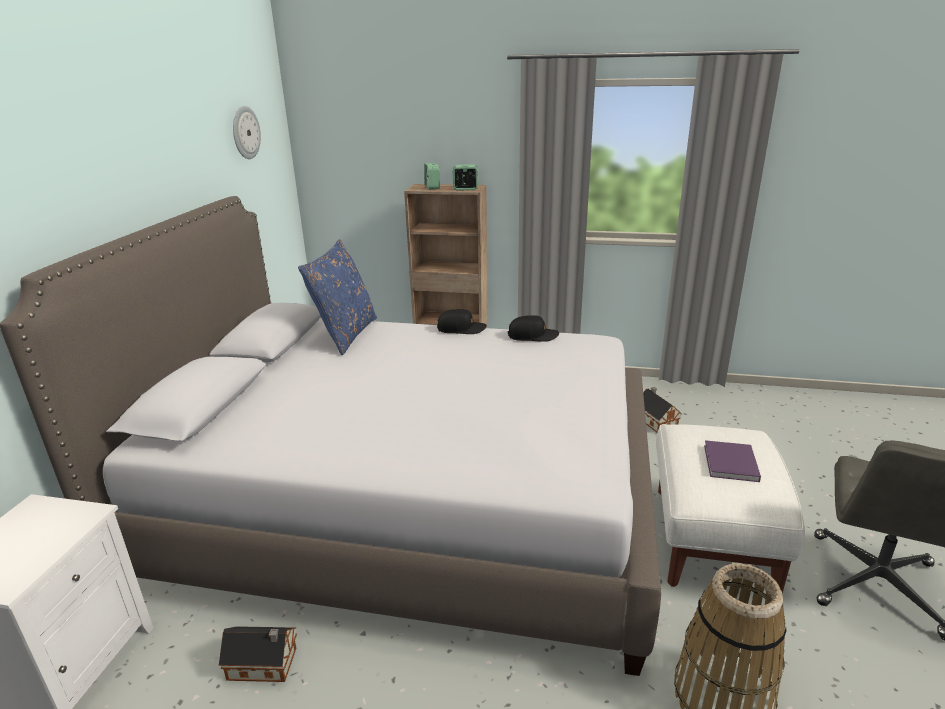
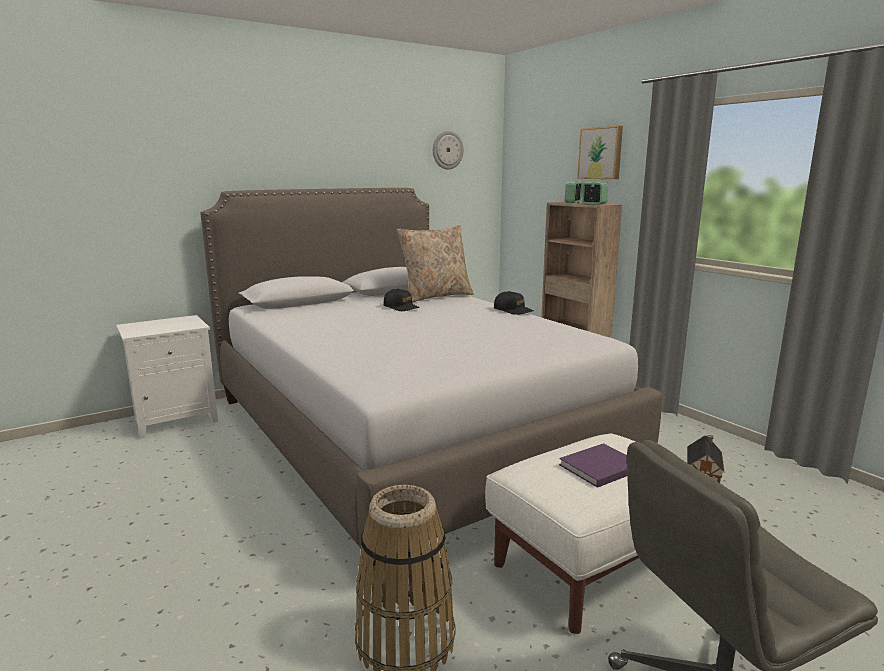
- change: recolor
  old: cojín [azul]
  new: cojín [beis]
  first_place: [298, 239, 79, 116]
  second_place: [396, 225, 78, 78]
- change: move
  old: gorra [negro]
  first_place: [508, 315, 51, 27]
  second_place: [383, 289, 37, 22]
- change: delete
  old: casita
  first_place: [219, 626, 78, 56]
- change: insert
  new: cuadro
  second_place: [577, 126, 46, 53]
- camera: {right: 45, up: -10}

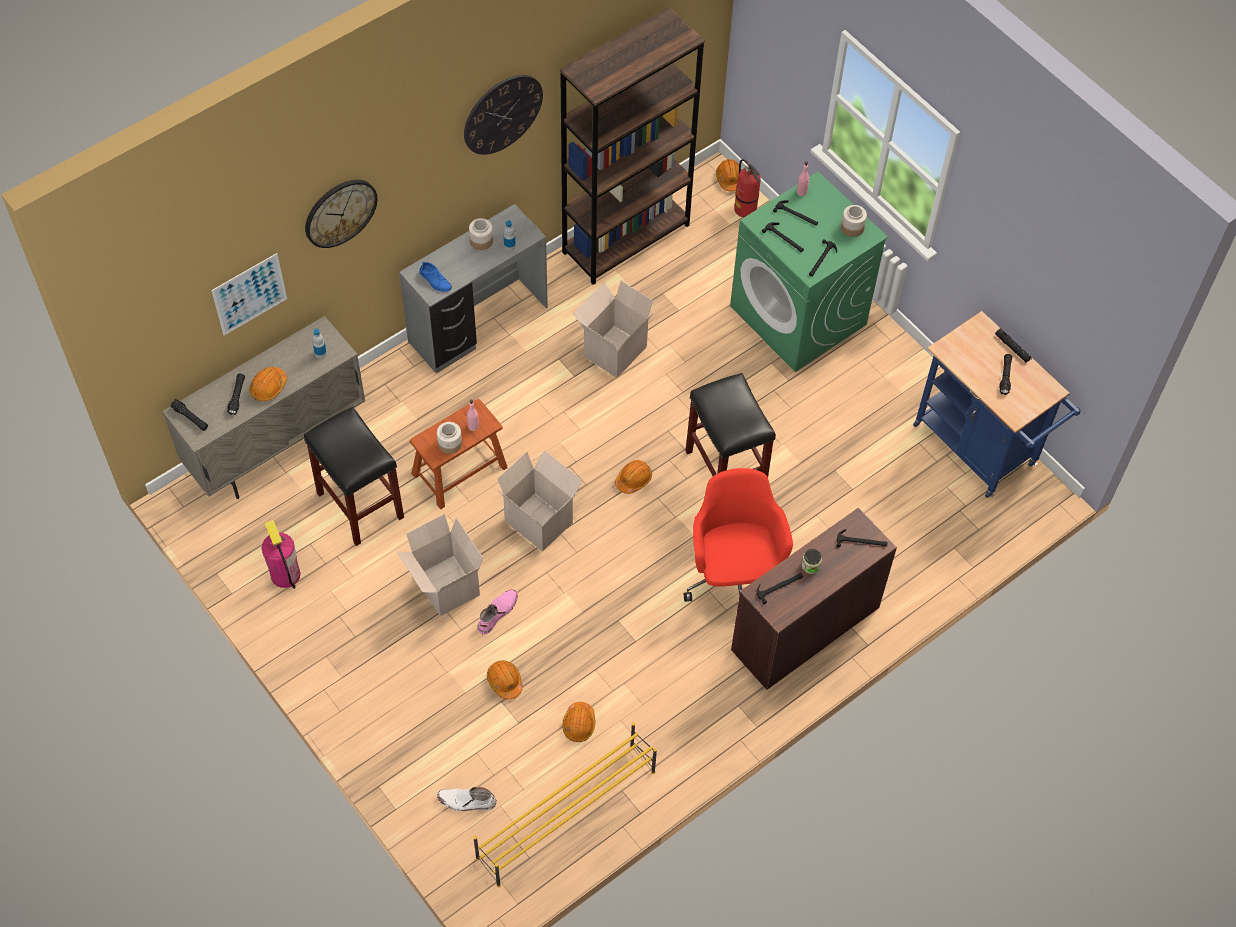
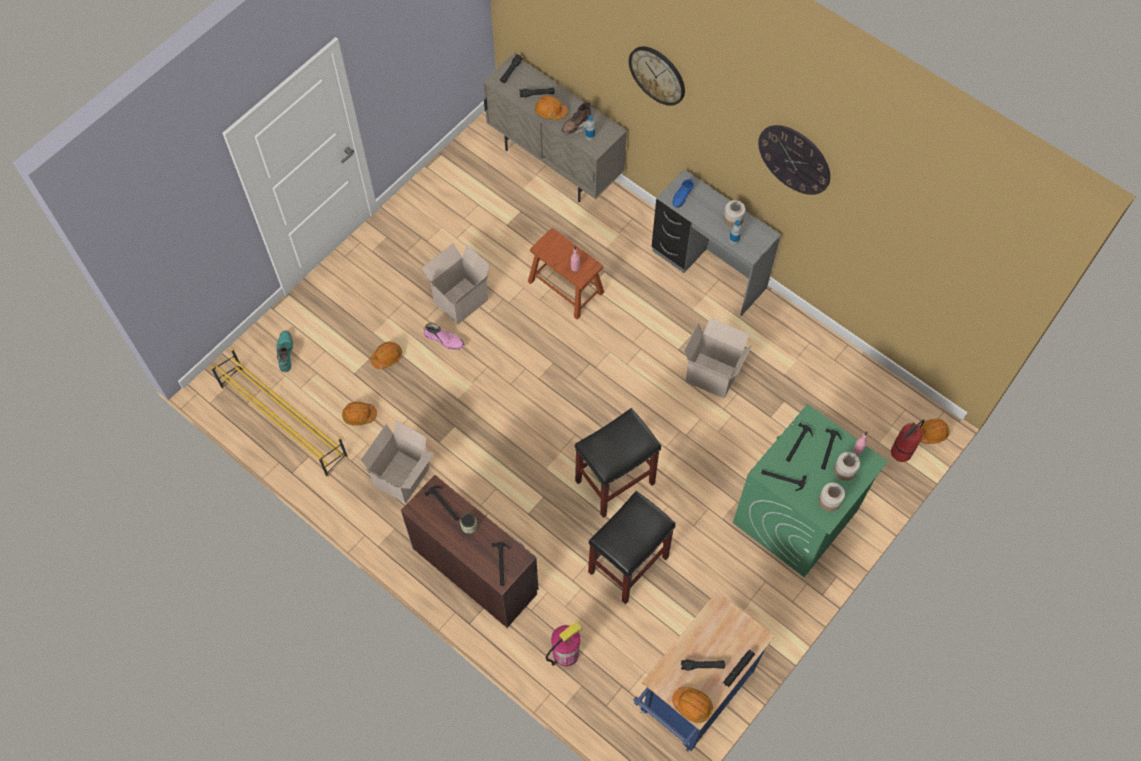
- change: delete
  old: estantería [marrón]
  first_place: [560, 7, 145, 278]
- change: delete
  old: cuadro
  first_place: [211, 253, 76, 82]
- change: move
  old: taburete [negro]
  first_place: [304, 407, 100, 139]
  second_place: [588, 491, 88, 113]
- change: move
  old: tarro
  first_place: [437, 422, 25, 32]
  second_place: [834, 452, 26, 29]
- change: move
  old: caja de cartón
  first_place: [497, 450, 86, 101]
  second_place: [361, 421, 74, 83]
- change: move
  old: casco [naranja]
  first_place: [615, 460, 37, 34]
  second_place: [672, 686, 41, 37]
- change: delete
  old: silla de oficina [rojo]
  first_place: [684, 468, 109, 134]
- change: move
  old: extintor
  first_place: [261, 520, 39, 69]
  second_place: [546, 621, 37, 45]
- change: recolor
  old: bota [blanco]
  new: bota [turquesa]
  first_place: [437, 787, 60, 25]
  second_place: [276, 331, 17, 41]
- change: insert
  new: bota [marrón]
  second_place: [562, 100, 29, 34]
- camera: {right: 80, up: 5}

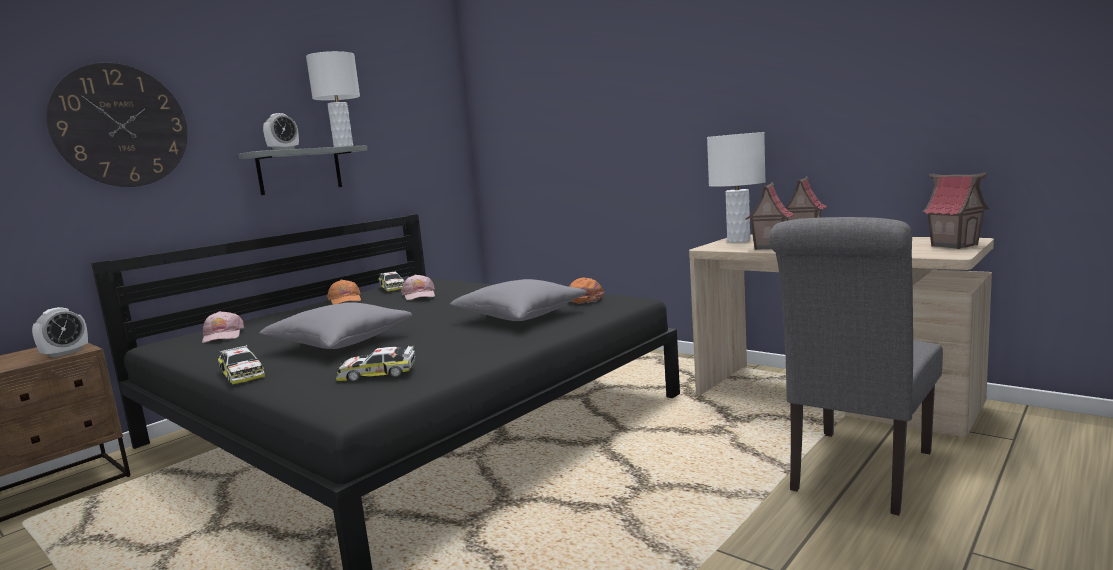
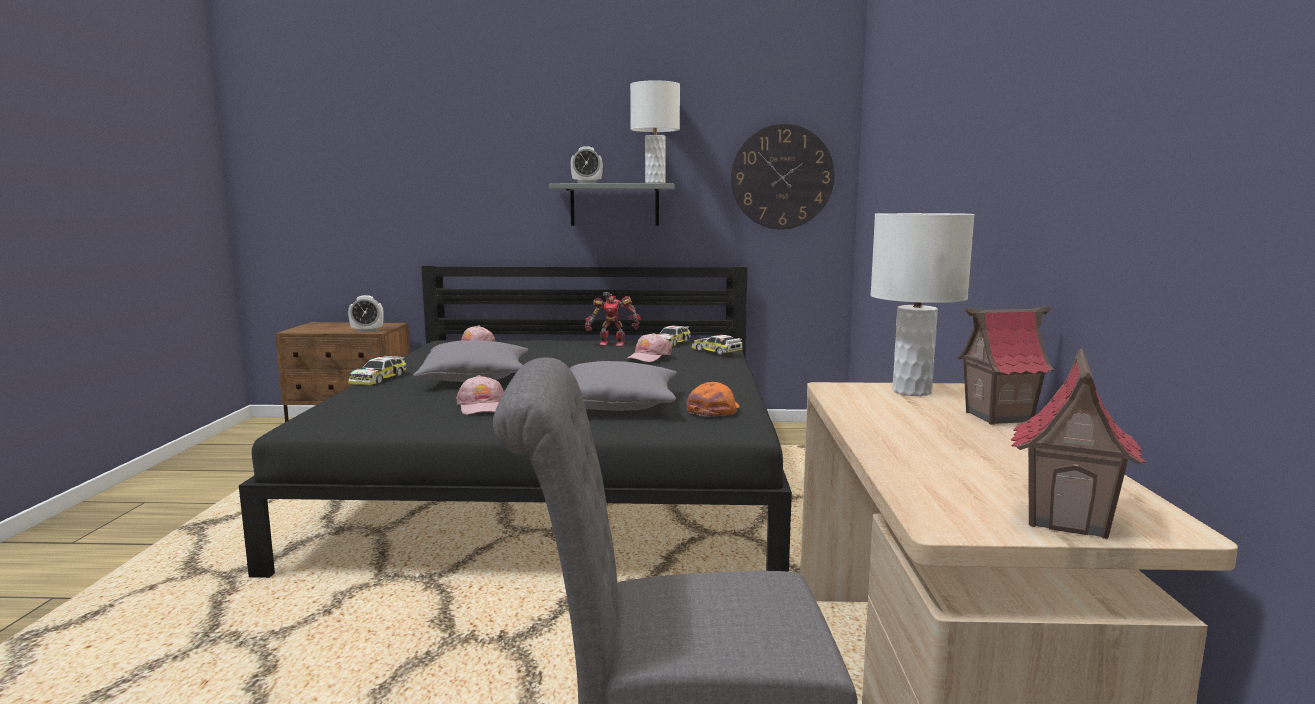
- change: move
  old: reloj de pared
  first_place: [46, 63, 142, 124]
  second_place: [731, 124, 104, 105]
- change: delete
  old: casita
  first_place: [745, 182, 49, 68]
- change: replace
  old: gorra [naranja]
  new: robot de juguete
  first_place: [327, 279, 34, 26]
  second_place: [585, 292, 56, 54]
- change: move
  old: coche de juguete
  first_place: [336, 345, 79, 36]
  second_place: [691, 335, 52, 20]
- change: insert
  new: gorra [rosa]
  second_place: [456, 375, 48, 40]
- camera: {right: 50, up: 0}

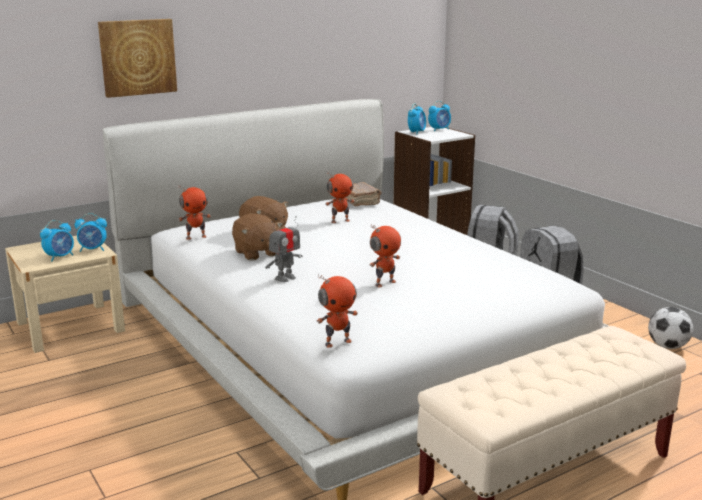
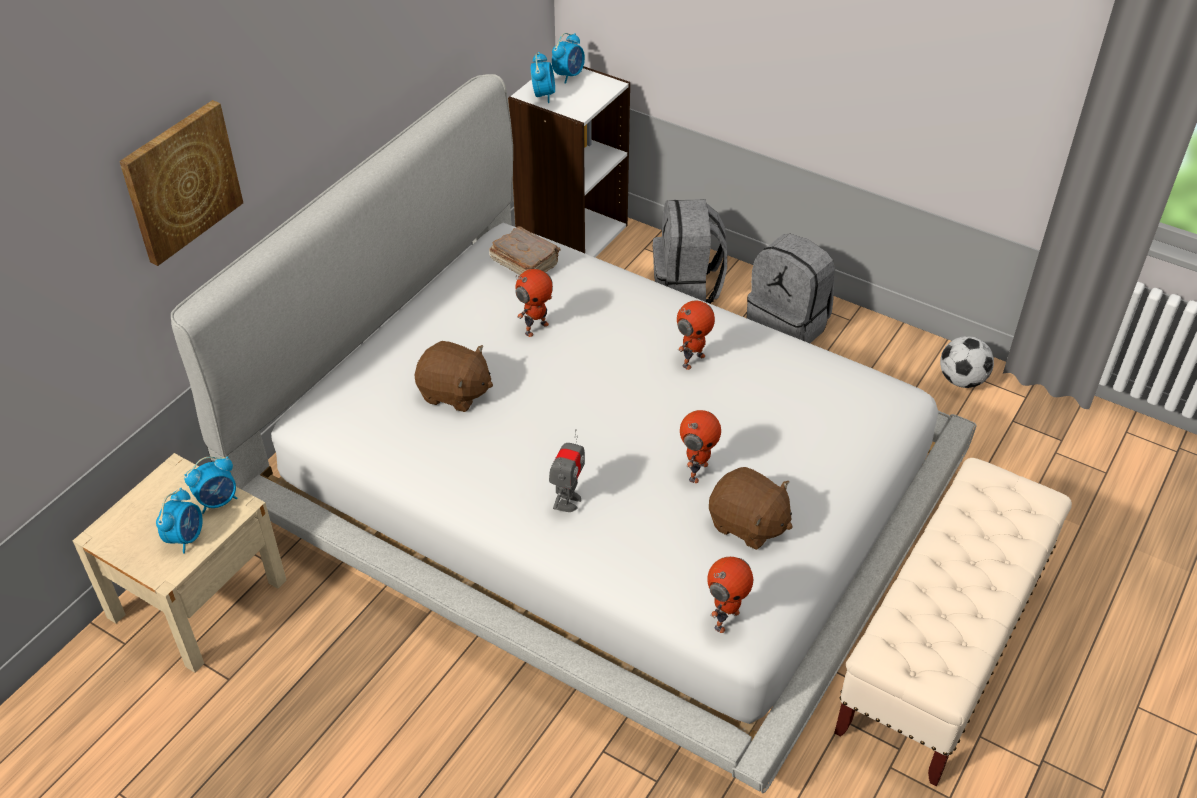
- change: move
  old: robot de juguete
  first_place: [178, 184, 33, 56]
  second_place: [677, 301, 38, 69]
- change: move
  old: peluche [marrón]
  first_place: [232, 213, 51, 48]
  second_place: [709, 467, 84, 83]
- camera: {right: -25, up: 25}

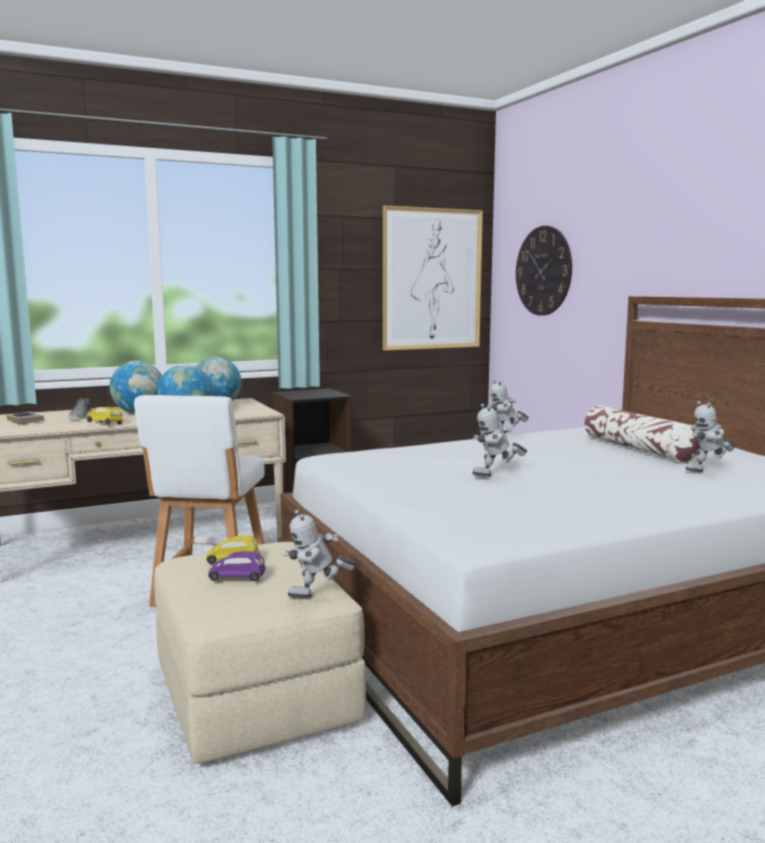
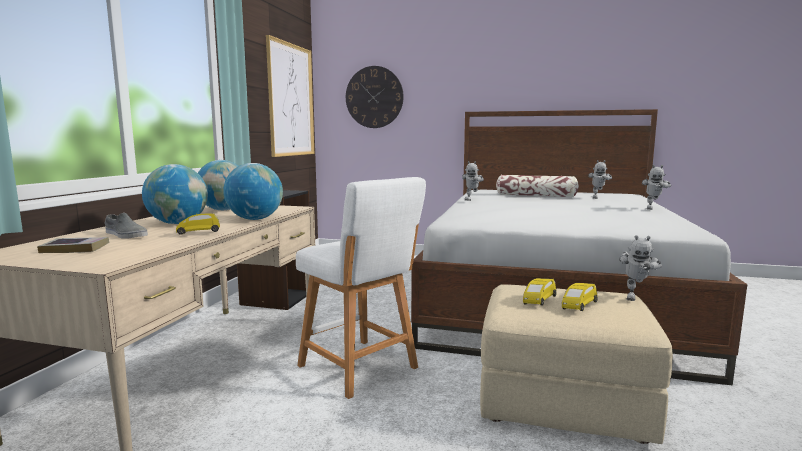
- change: move
  old: robot de juguete
  first_place: [472, 404, 55, 73]
  second_place: [642, 165, 29, 45]
- change: recolor
  old: coche de juguete [morado]
  new: coche de juguete [amarillo]
  first_place: [208, 551, 58, 30]
  second_place: [562, 283, 36, 28]
- camera: {right: -50, up: 0}

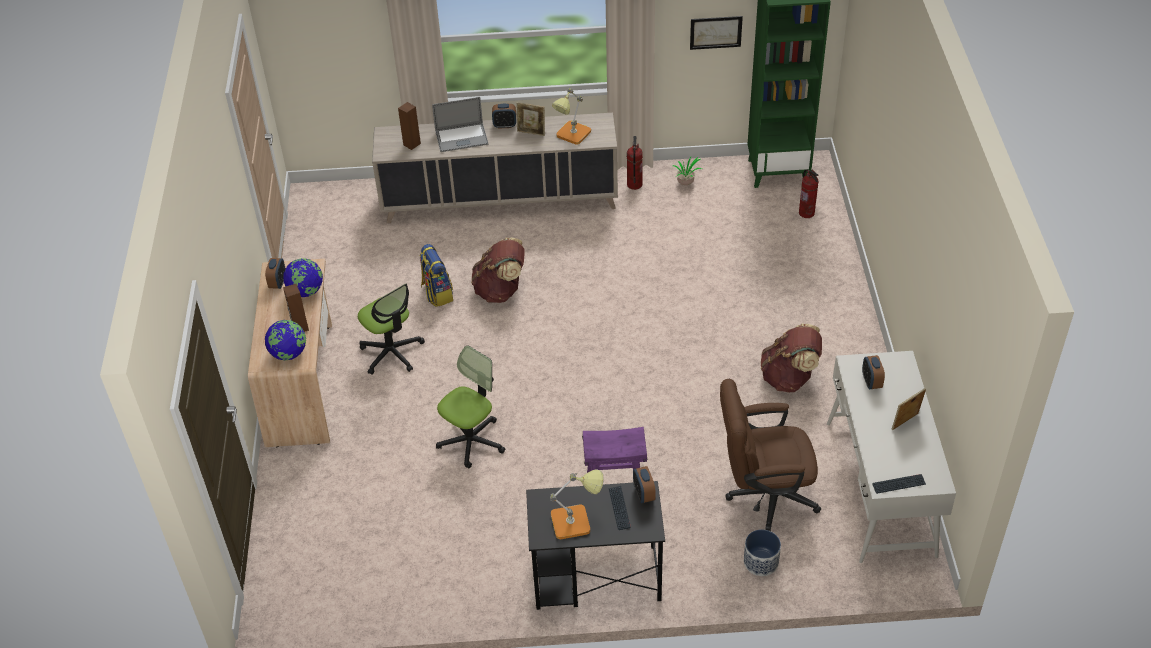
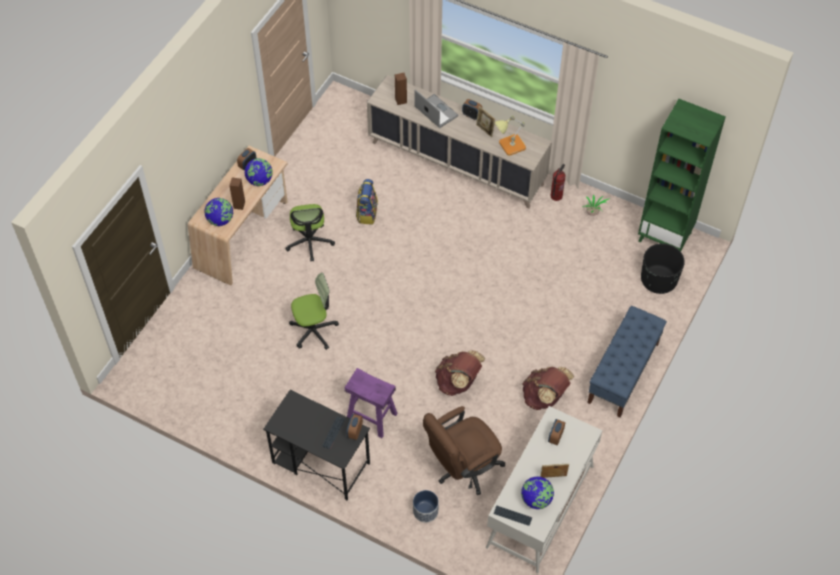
- change: delete
  old: cuadro
  first_place: [690, 16, 53, 34]
- change: rotate
  old: portátil
  first_place: [432, 97, 56, 55]
  second_place: [415, 89, 44, 39]
  degrees: -150
- change: replace
  old: extintor
  new: maceta [negro]
  first_place: [799, 169, 20, 49]
  second_place: [641, 243, 44, 51]
- change: move
  old: mochila [marrón]
  first_place: [471, 237, 53, 66]
  second_place: [435, 351, 50, 45]
- change: rotate
  old: silla de oficina [marrón]
  first_place: [720, 379, 101, 152]
  second_place: [423, 406, 82, 89]
  degrees: -60
- change: delete
  old: lámpara de mesa
  first_place: [550, 469, 54, 70]
- change: insert
  new: banco [azul]
  second_place: [587, 306, 80, 112]
- change: insert
  new: globo terráqueo
  second_place: [521, 477, 33, 32]
- camera: {right: 30, up: 10}

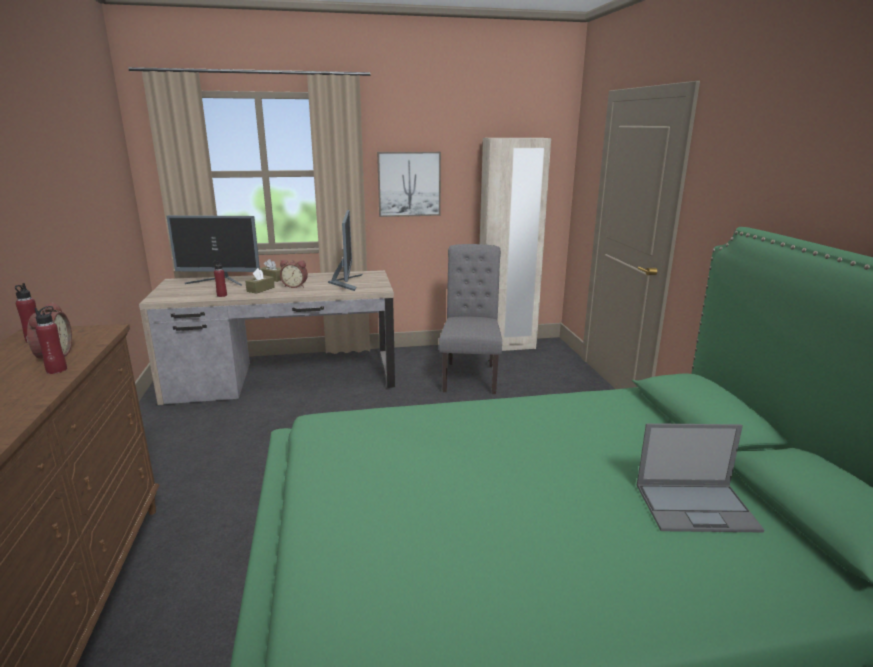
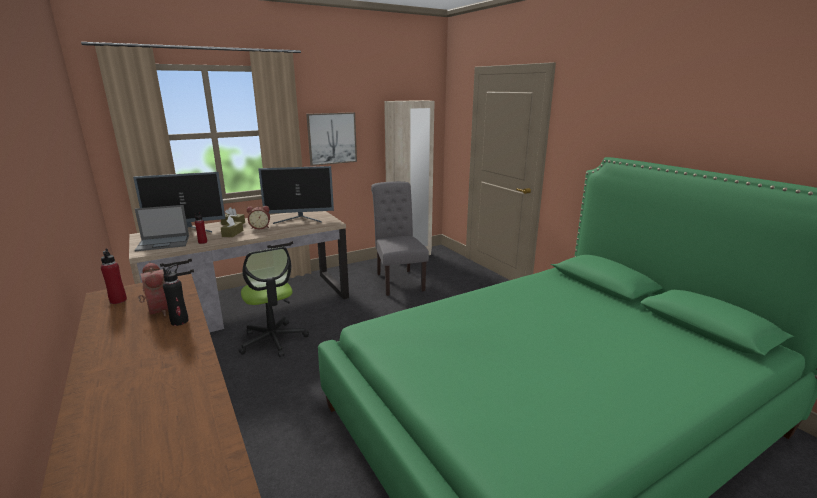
- change: rotate
  old: monitor
  first_place: [328, 210, 35, 81]
  second_place: [258, 166, 76, 58]
  degrees: 105
- change: recolor
  old: botella [rojo]
  new: botella [negro]
  first_place: [34, 306, 33, 68]
  second_place: [163, 264, 25, 62]
- change: move
  old: portátil
  first_place: [637, 423, 127, 109]
  second_place: [135, 205, 54, 46]
- change: insert
  new: silla de oficina
  second_place: [238, 247, 71, 110]
- camera: {right: -20, up: 0}

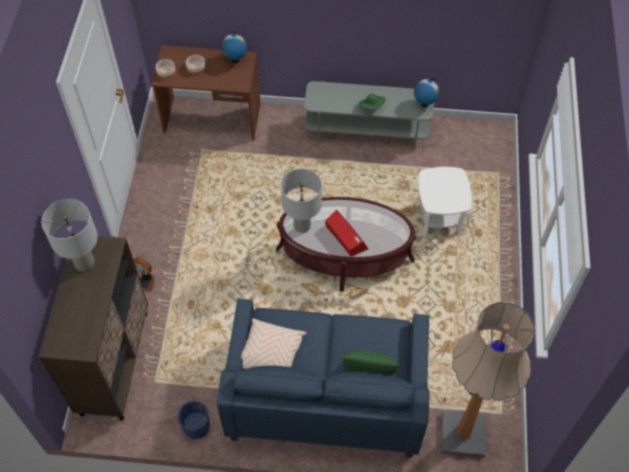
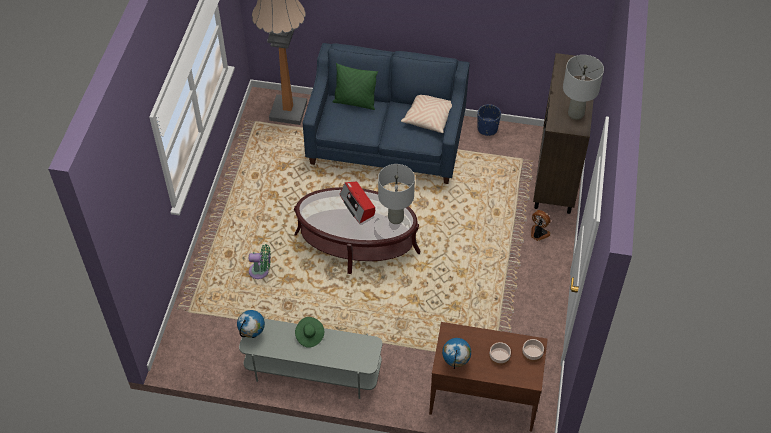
- change: replace
  old: mesa auxiliar [blanco]
  new: ventilador [verde]
  first_place: [418, 167, 54, 70]
  second_place: [249, 244, 22, 35]
- camera: {right: -175, up: -5}

